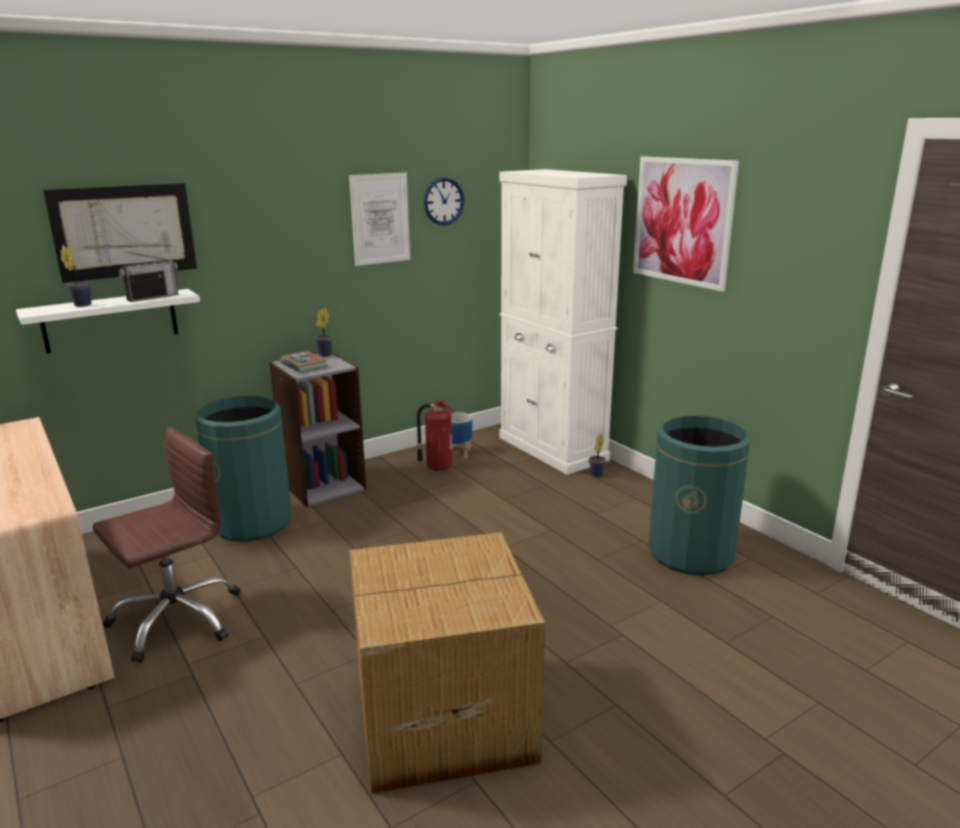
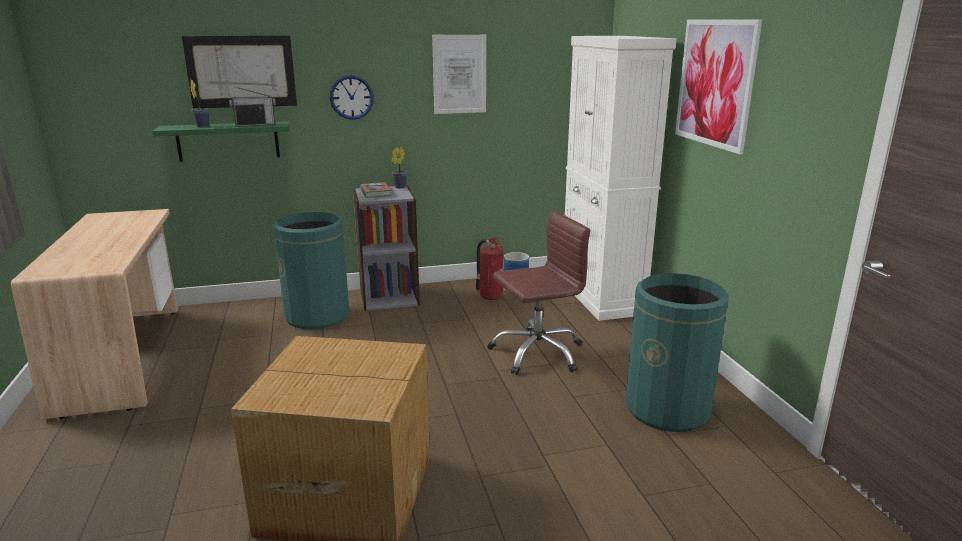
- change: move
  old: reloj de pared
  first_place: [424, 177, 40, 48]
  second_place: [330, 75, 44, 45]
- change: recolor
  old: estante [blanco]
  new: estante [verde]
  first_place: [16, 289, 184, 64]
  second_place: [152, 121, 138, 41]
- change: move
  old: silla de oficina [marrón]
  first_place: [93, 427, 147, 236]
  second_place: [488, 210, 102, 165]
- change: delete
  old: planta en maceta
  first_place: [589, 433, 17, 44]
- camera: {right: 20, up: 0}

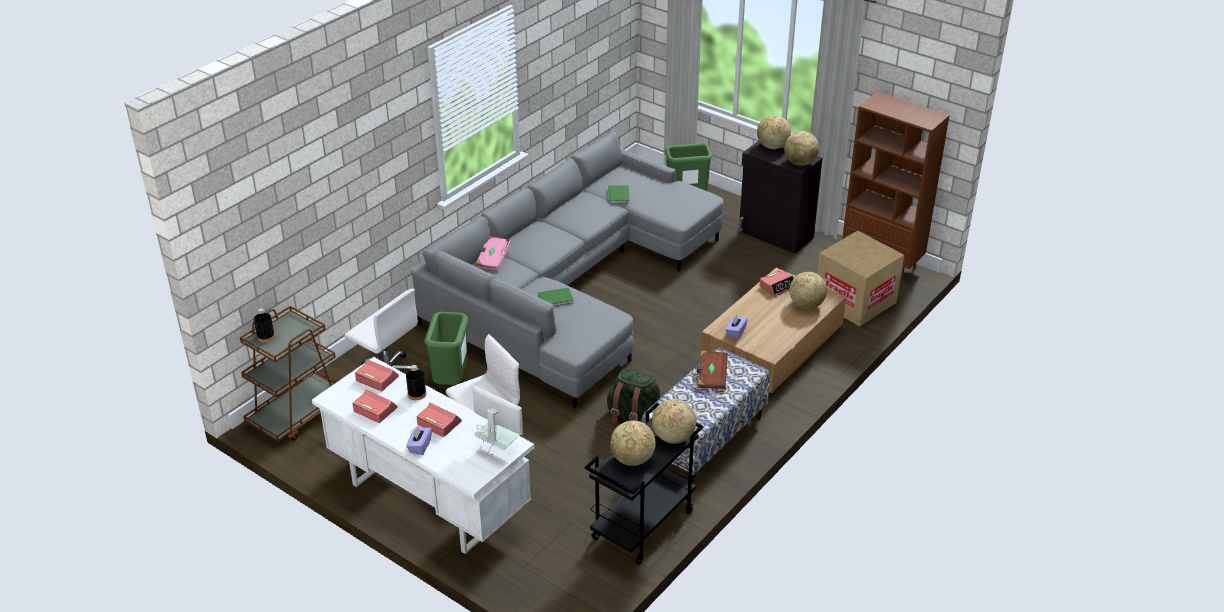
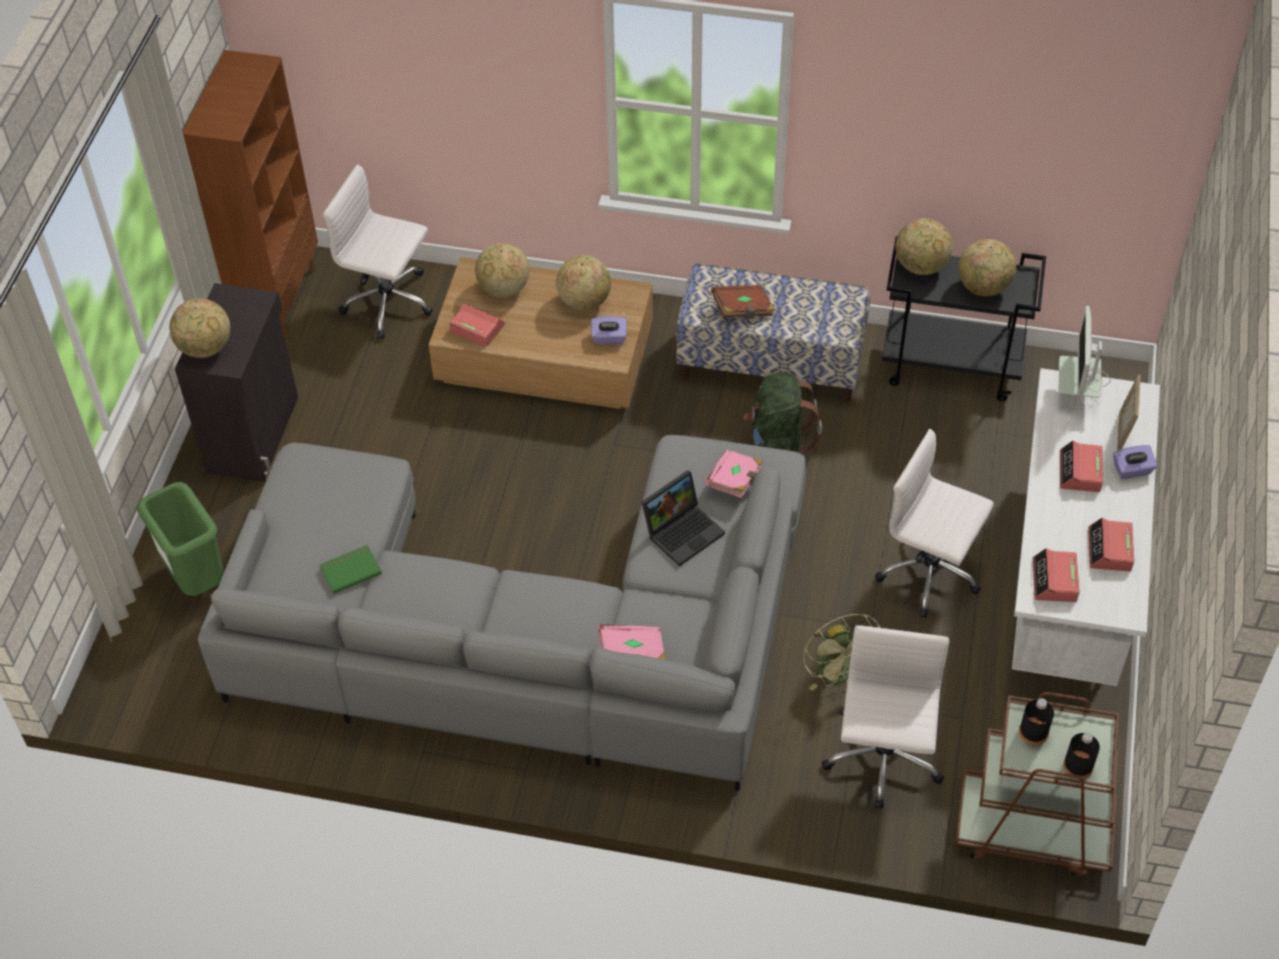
- change: move
  old: globo terráqueo
  first_place: [784, 131, 35, 35]
  second_place: [556, 255, 55, 56]
- change: replace
  old: caja de cartón
  new: silla de oficina [blanco]
  first_place: [817, 230, 87, 97]
  second_place: [323, 164, 110, 175]
- change: replace
  old: libro [verde]
  new: portátil
  first_place: [538, 288, 36, 18]
  second_place: [642, 470, 83, 96]
- change: replace
  old: papelera [verde]
  new: ventilador [verde]
  first_place: [424, 312, 44, 73]
  second_place: [803, 614, 77, 77]
- change: move
  old: botella [negro]
  first_place: [406, 365, 20, 35]
  second_place: [1019, 698, 35, 47]
- change: insert
  new: portarretratos
  second_place: [1117, 374, 24, 77]
- change: insert
  new: libro [rosa]
  second_place: [705, 450, 58, 48]
- camera: {right: -115, up: 15}

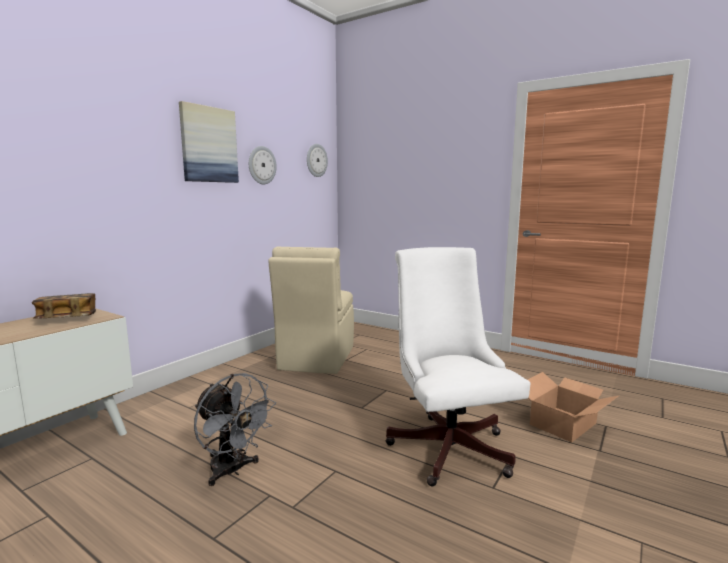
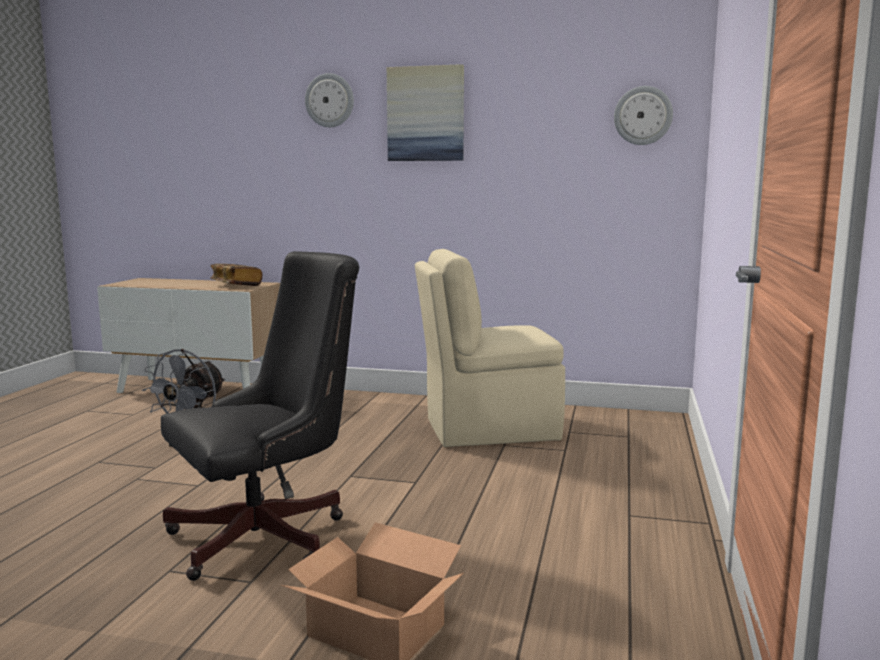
- change: move
  old: reloj de pared
  first_place: [249, 146, 28, 38]
  second_place: [305, 73, 49, 54]
- change: recolor
  old: silla de oficina [blanco]
  new: silla de oficina [negro]
  first_place: [386, 247, 144, 240]
  second_place: [161, 251, 198, 330]
- camera: {right: 70, up: 0}

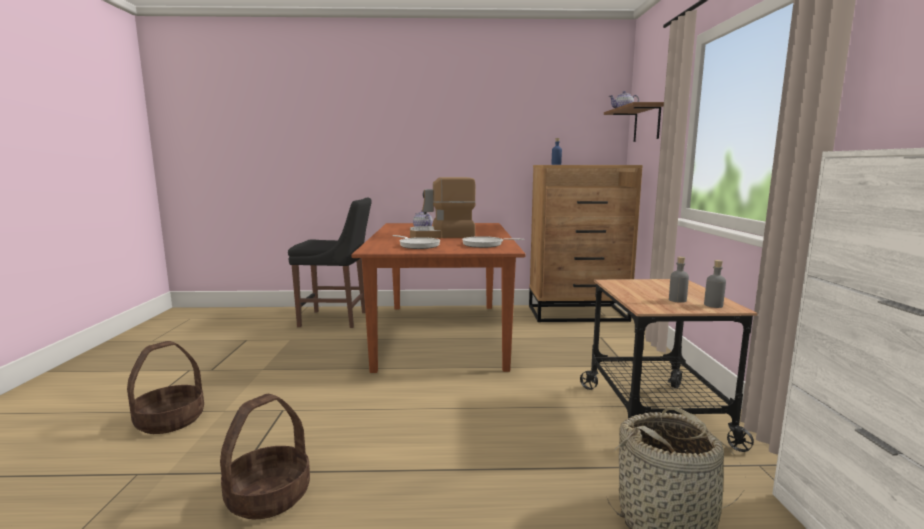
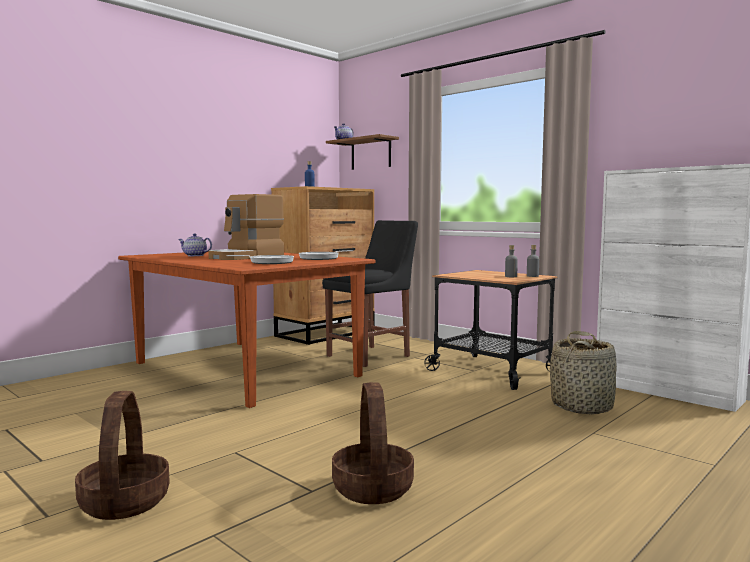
- change: move
  old: silla [negro]
  first_place: [288, 198, 84, 130]
  second_place: [322, 220, 96, 147]
- camera: {right: -45, up: -5}

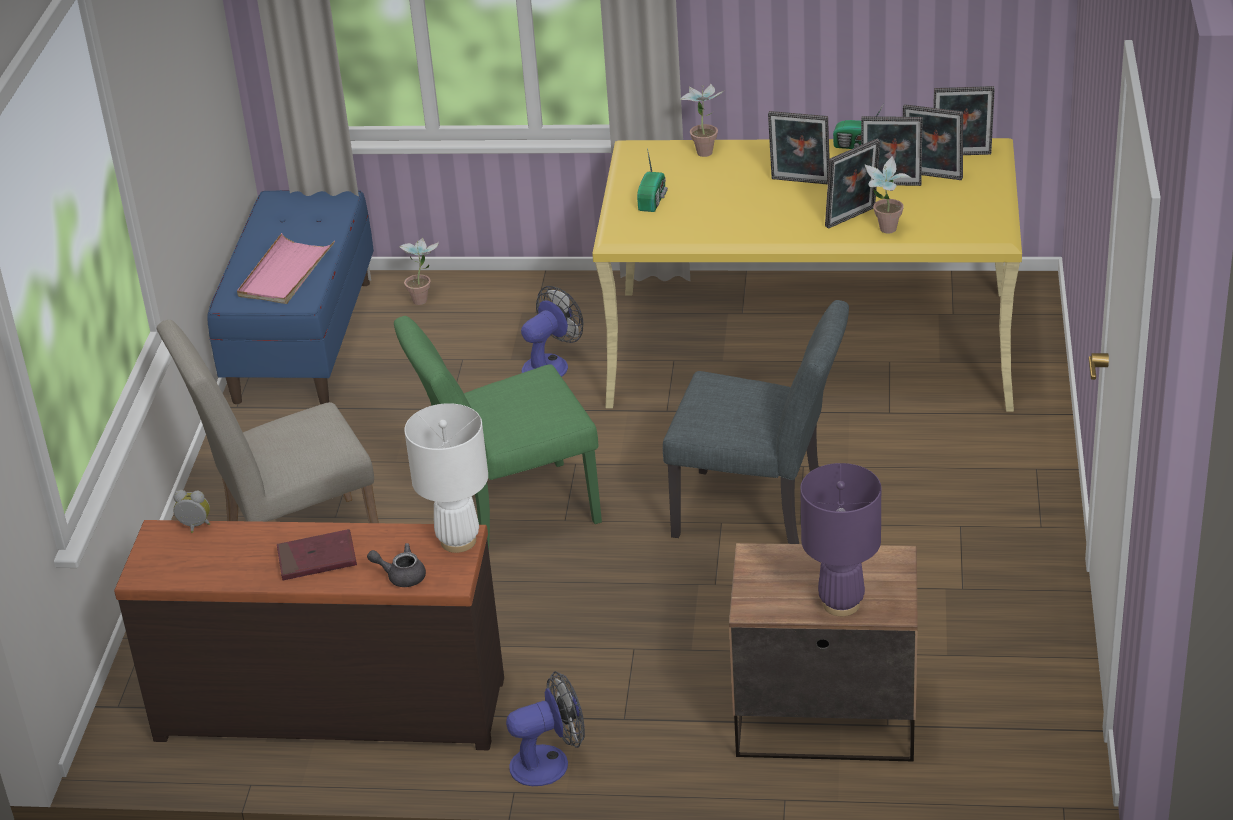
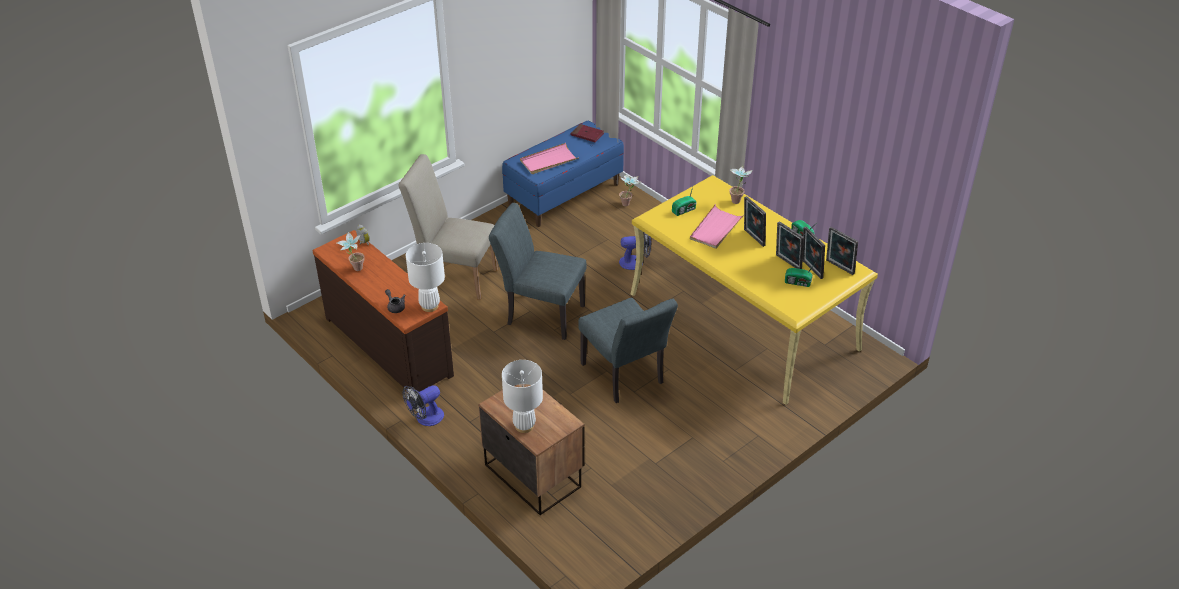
- change: delete
  old: portarretratos
  first_place: [825, 139, 56, 90]
- change: move
  old: planta en maceta
  first_place: [864, 156, 47, 77]
  second_place: [337, 232, 28, 39]
- change: recolor
  old: silla [verde]
  new: silla [gris]
  first_place: [394, 316, 208, 233]
  second_place: [489, 203, 97, 137]
- change: recolor
  old: lámpara de mesa [morado]
  new: lámpara de mesa [blanco]
  first_place: [800, 463, 81, 153]
  second_place: [502, 360, 41, 73]
- change: move
  old: libro [rojo]
  first_place: [277, 529, 80, 51]
  second_place: [571, 124, 33, 18]
- change: rotate
  old: ventilador
  first_place: [506, 671, 79, 115]
  second_place: [402, 385, 42, 41]
  degrees: 120
- change: insert
  new: bandeja [rosa]
  second_place: [690, 204, 54, 45]
- change: insert
  new: radio
  second_place: [785, 264, 30, 23]
- camera: {right: 40, up: 5}

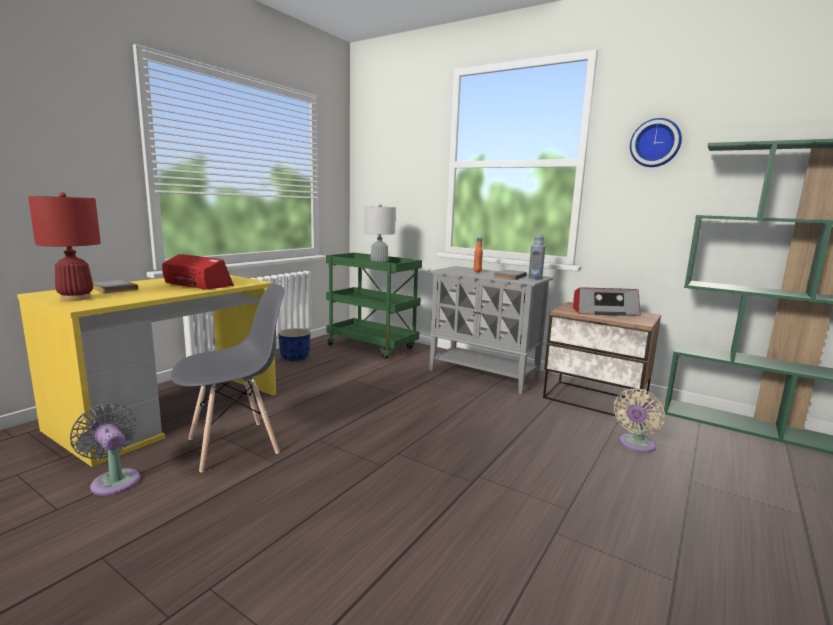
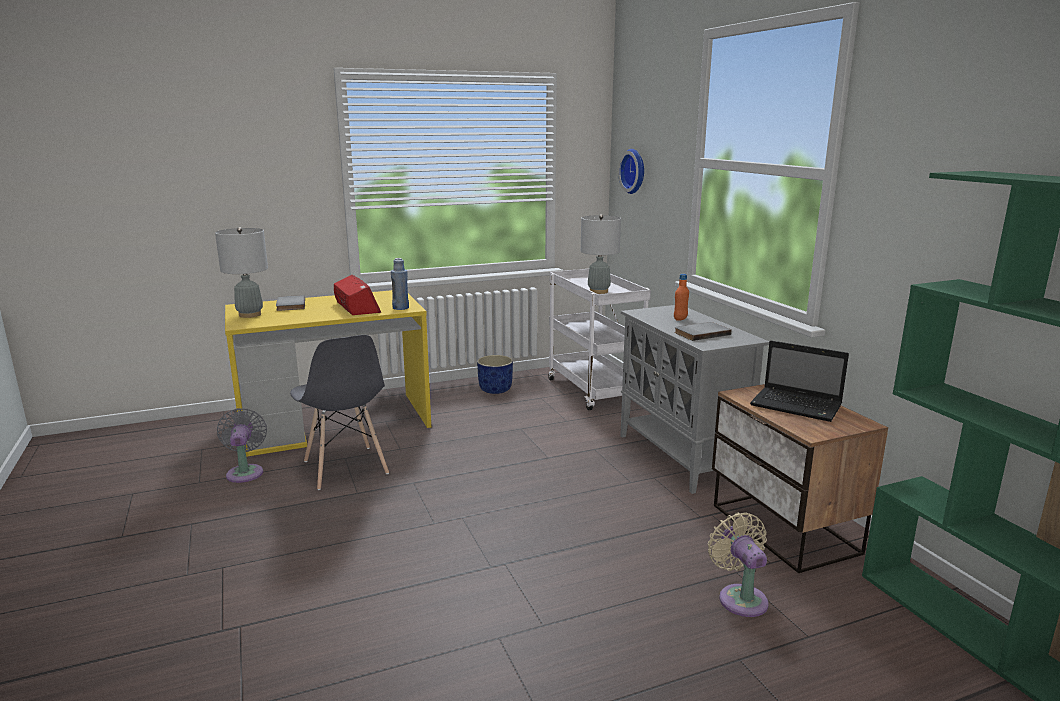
- change: move
  old: reloj de pared
  first_place: [630, 118, 52, 49]
  second_place: [618, 149, 26, 45]
- change: recolor
  old: lámpara de mesa [rojo]
  new: lámpara de mesa [gris]
  first_place: [28, 192, 73, 109]
  second_place: [215, 227, 53, 91]
- change: move
  old: botella [azul]
  first_place: [528, 235, 18, 44]
  second_place: [391, 258, 18, 52]
- change: recolor
  old: carrito [verde]
  new: carrito [blanco]
  first_place: [326, 253, 96, 106]
  second_place: [548, 269, 103, 141]
- change: rotate
  old: silla [gris]
  first_place: [171, 284, 113, 189]
  second_place: [290, 335, 99, 155]
  degrees: 60
- change: replace
  old: radio
  new: portátil
  first_place: [573, 288, 68, 28]
  second_place: [750, 341, 99, 81]
- change: rotate
  old: ventilador [beis]
  first_place: [614, 388, 51, 65]
  second_place: [708, 512, 61, 105]
  degrees: 90
- camera: {right: 35, up: 5}

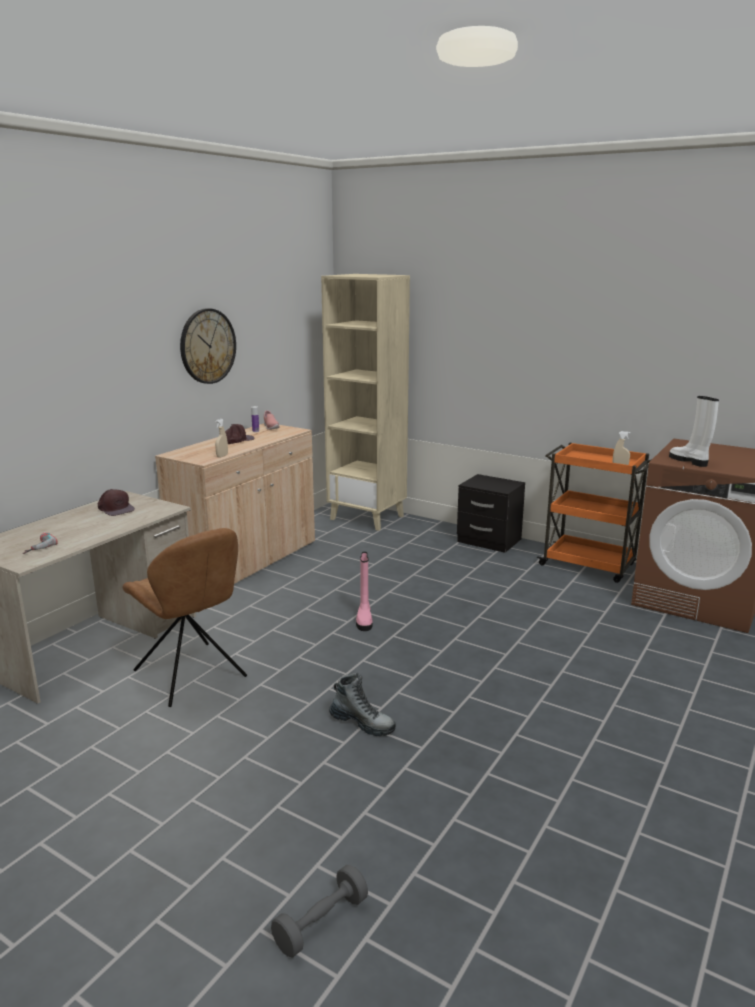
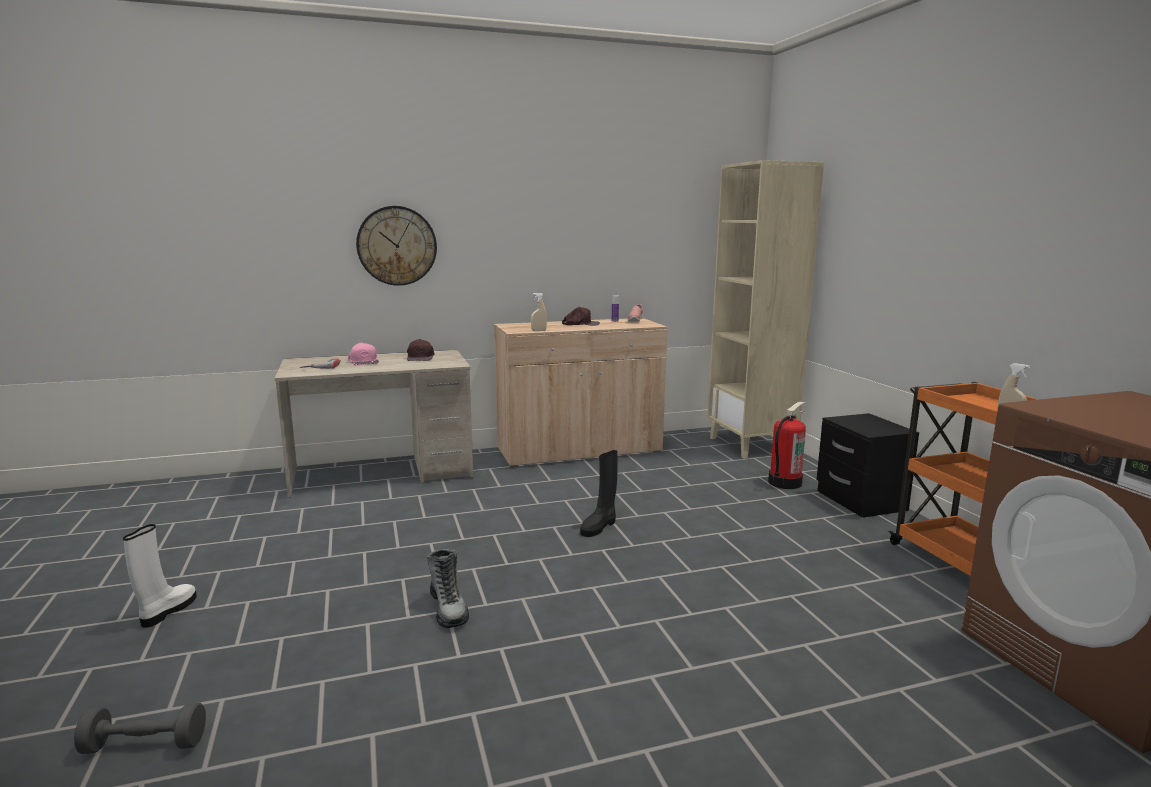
- change: move
  old: reloj de pared
  first_place: [180, 308, 56, 76]
  second_place: [356, 206, 81, 80]
- change: move
  old: bota [blanco]
  first_place: [669, 396, 50, 71]
  second_place: [123, 524, 74, 104]
- change: delete
  old: silla [marrón]
  first_place: [123, 528, 124, 179]
- change: recolor
  old: bota [rosa]
  new: bota [negro]
  first_place: [356, 552, 17, 79]
  second_place: [580, 450, 38, 87]
- change: insert
  new: gorra [rosa]
  second_place: [348, 342, 31, 24]
- change: insert
  new: extintor
  second_place: [768, 401, 38, 88]
- camera: {right: 40, up: -5}

